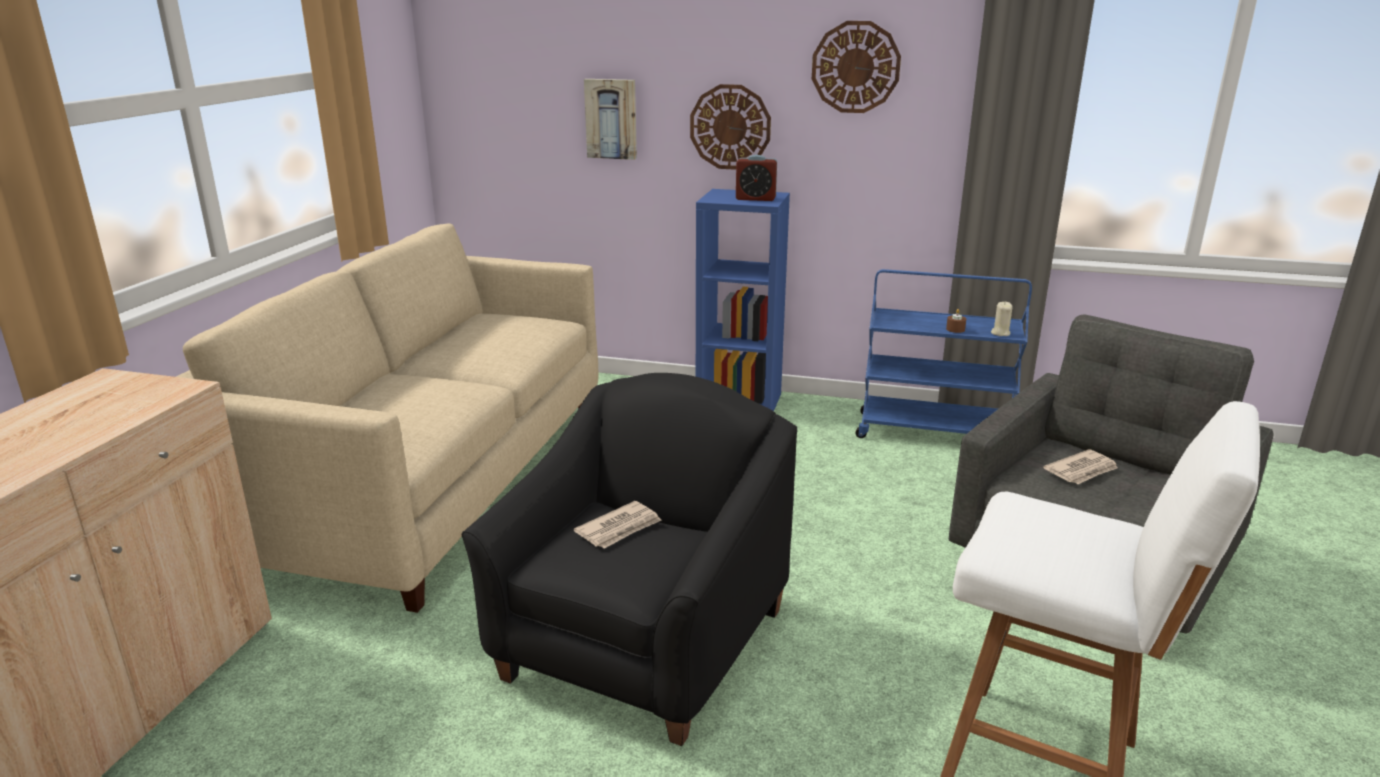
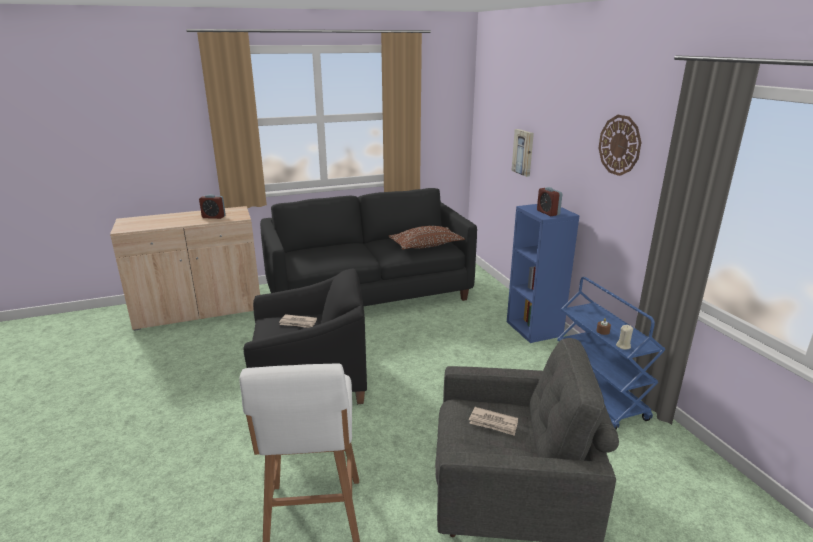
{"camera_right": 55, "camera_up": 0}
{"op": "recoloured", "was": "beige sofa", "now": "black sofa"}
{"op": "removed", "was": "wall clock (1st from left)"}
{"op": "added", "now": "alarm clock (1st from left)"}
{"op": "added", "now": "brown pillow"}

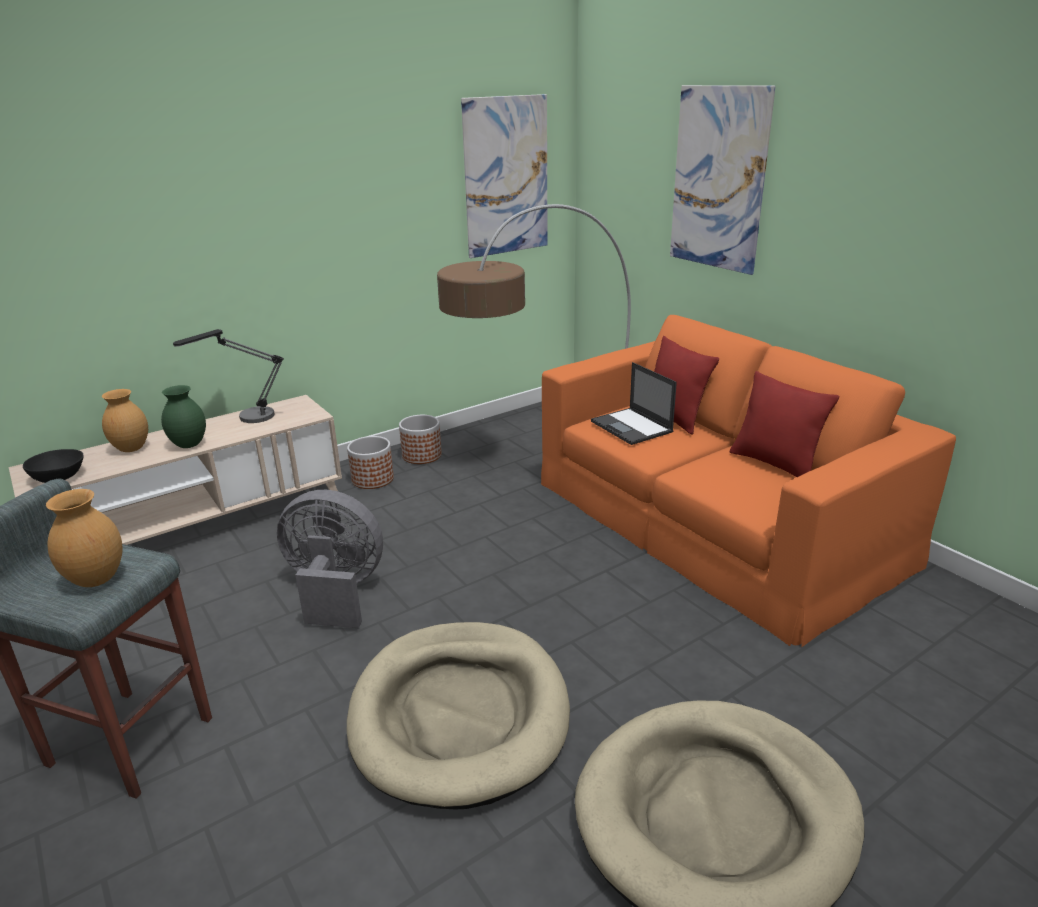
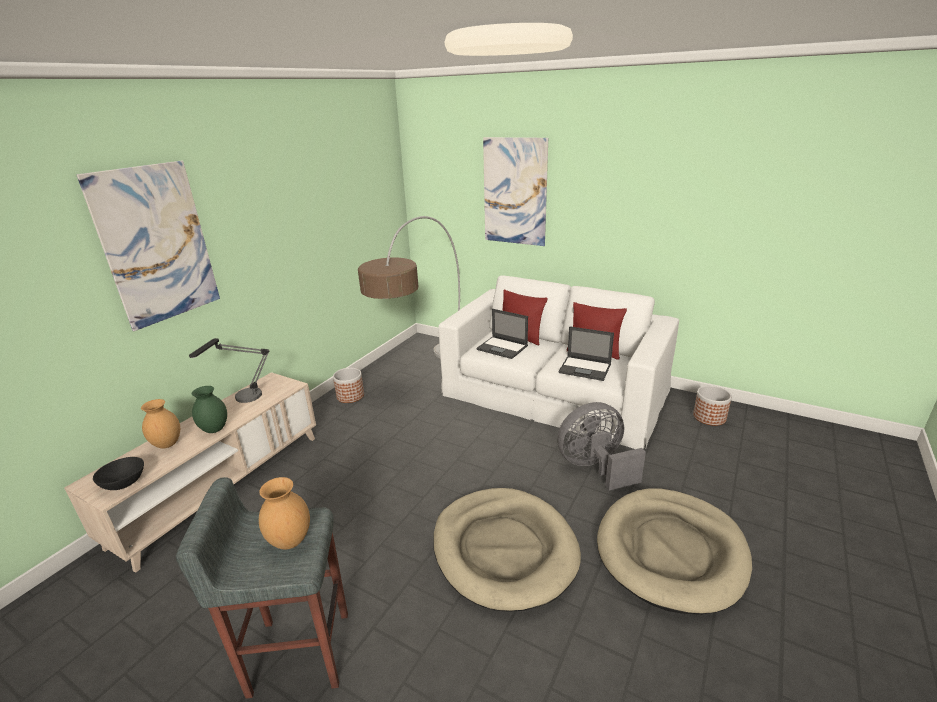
{"camera_right": -25, "camera_up": 0}
{"op": "moved", "was": "grey fan"}
{"op": "moved", "was": "planter (1st from left in the first image)", "now": "planter (2nd from left)"}
{"op": "moved", "was": "picture (1st from left)"}
{"op": "recoloured", "was": "orange sofa", "now": "white sofa"}
{"op": "added", "now": "laptop (2nd from left)"}

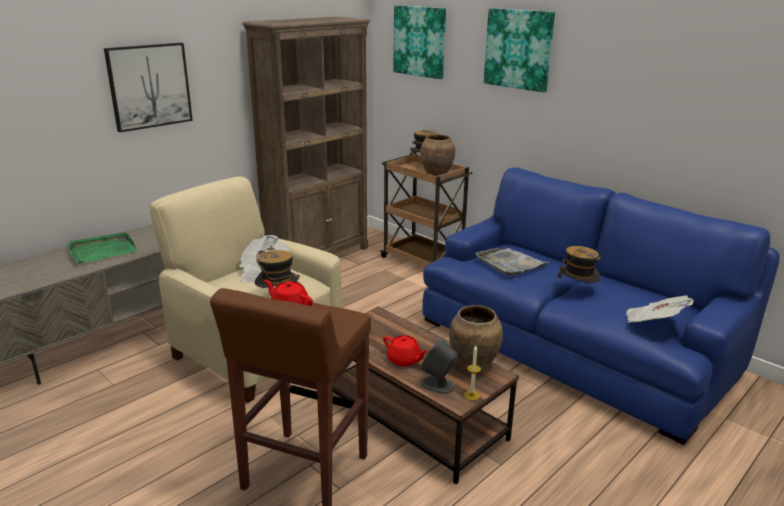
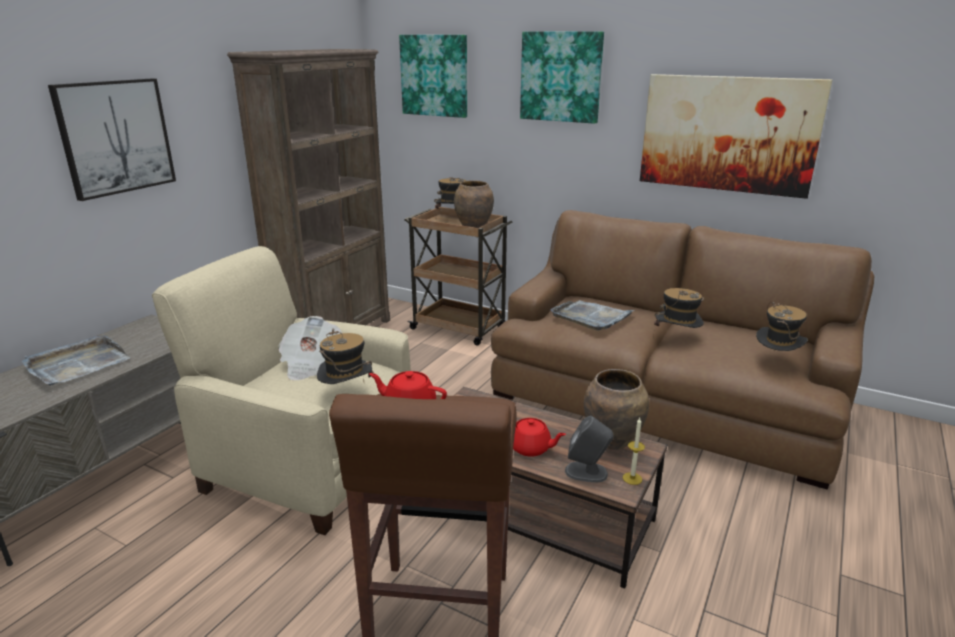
{"camera_right": -15, "camera_up": 0}
{"op": "recoloured", "was": "green tray", "now": "grey tray (1st from left)"}
{"op": "recoloured", "was": "blue sofa", "now": "brown sofa"}
{"op": "replaced", "was": "newspaper (2nd from left)", "now": "hat (4th from left)"}
{"op": "added", "now": "picture (4th from left)"}

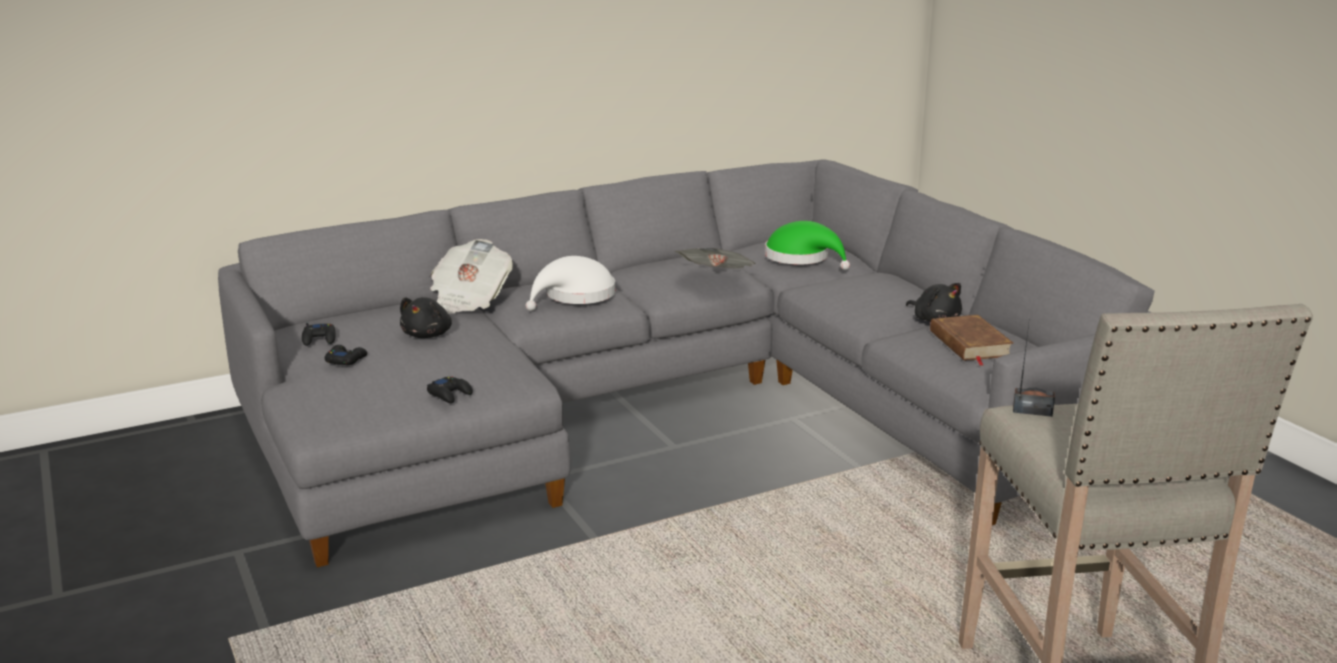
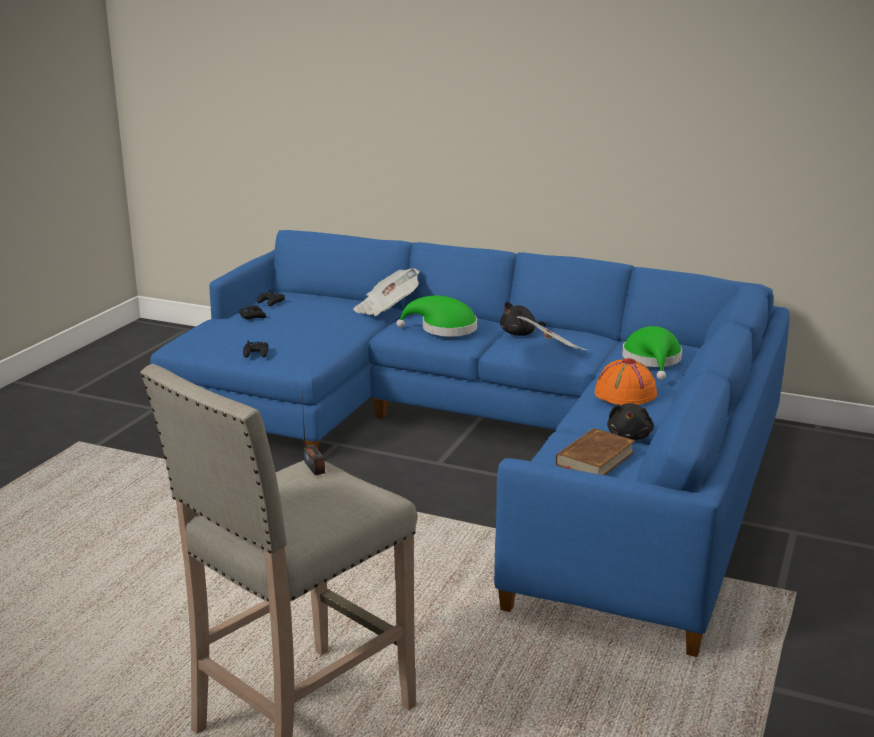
{"camera_right": 50, "camera_up": 0}
{"op": "recoloured", "was": "grey sofa", "now": "blue sofa"}
{"op": "moved", "was": "black plush toy (1st from left)"}
{"op": "recoloured", "was": "white hat", "now": "green hat (1st from left)"}
{"op": "added", "now": "orange hat"}

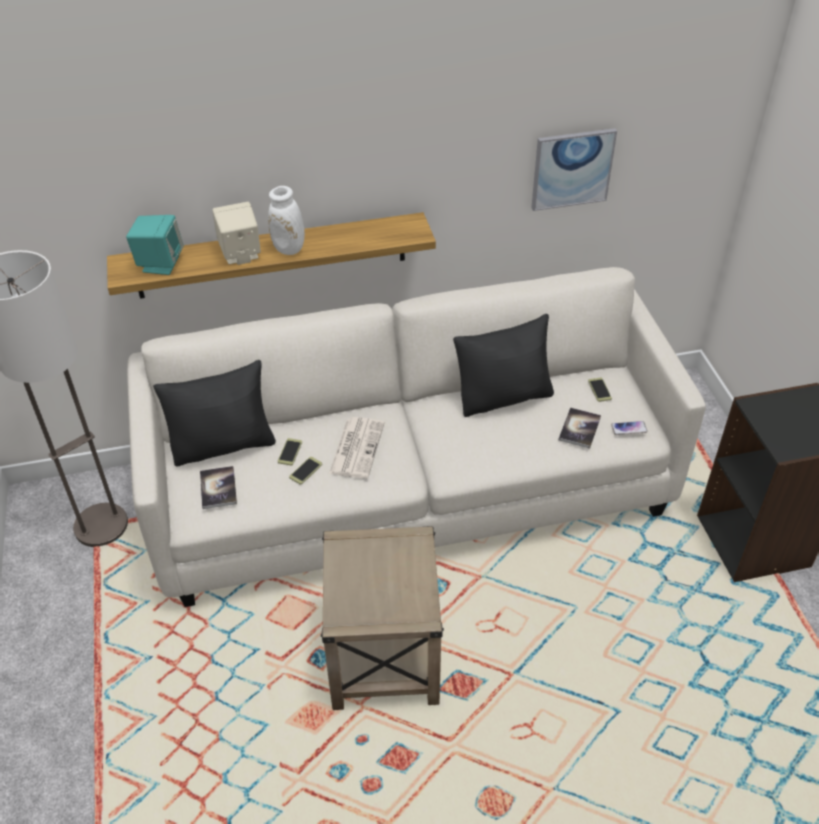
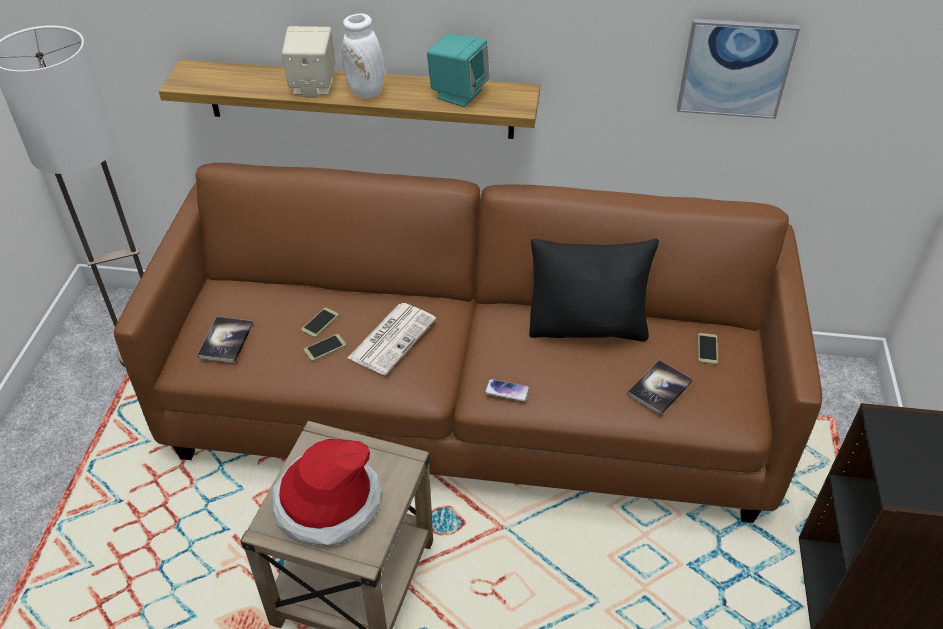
{"camera_right": 20, "camera_up": 0}
{"op": "moved", "was": "turquoise speaker"}
{"op": "recoloured", "was": "white sofa", "now": "brown sofa"}
{"op": "removed", "was": "black pillow (1st from left)"}
{"op": "moved", "was": "phone (4th from left in the first image)", "now": "phone (3rd from left)"}
{"op": "added", "now": "hat"}

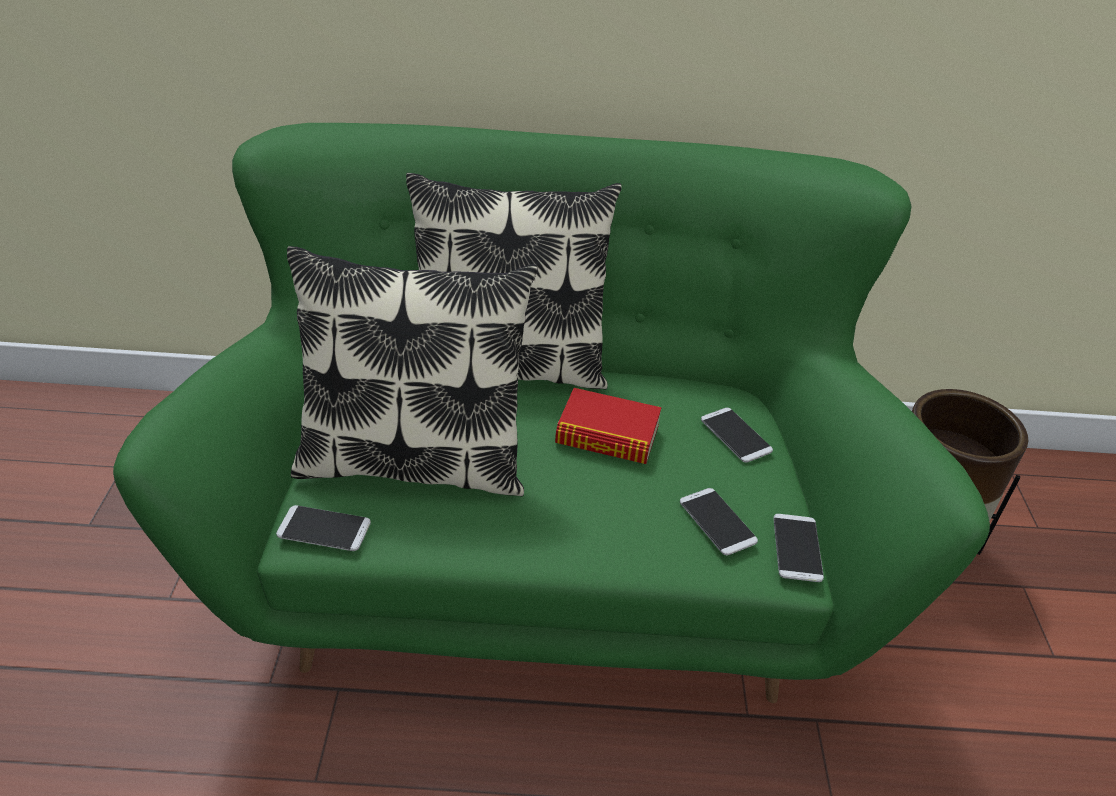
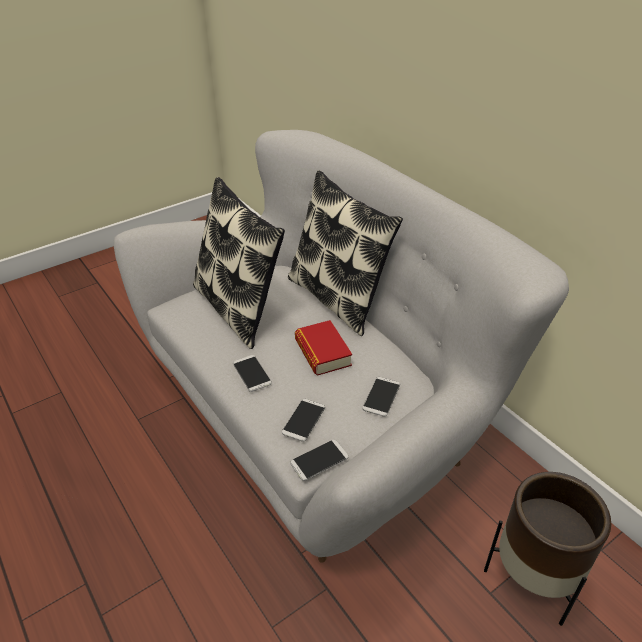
{"camera_right": 55, "camera_up": 0}
{"op": "recoloured", "was": "green sofa", "now": "white sofa"}
{"op": "moved", "was": "phone (1st from left)"}

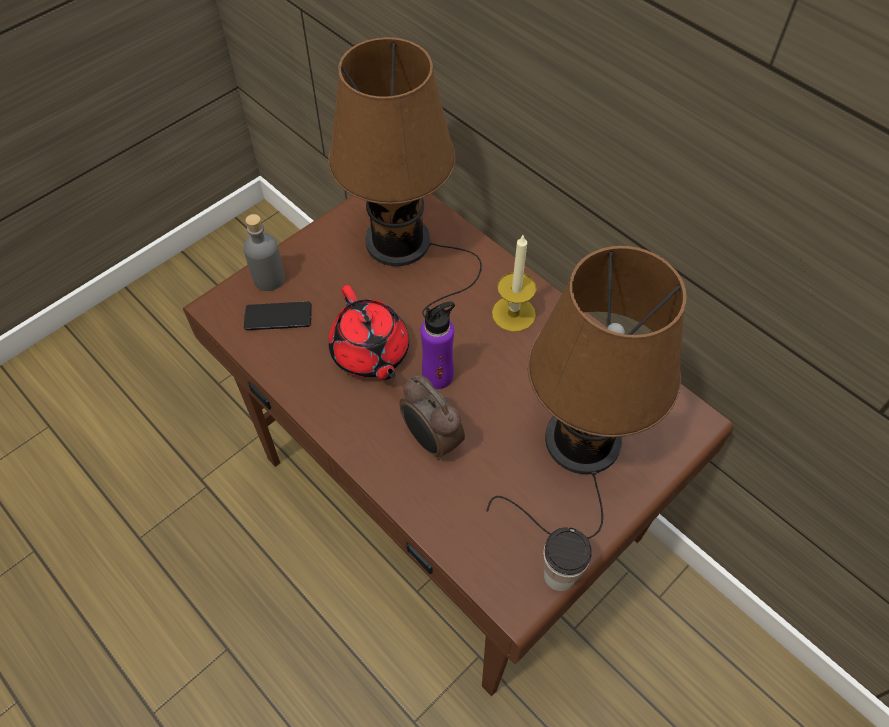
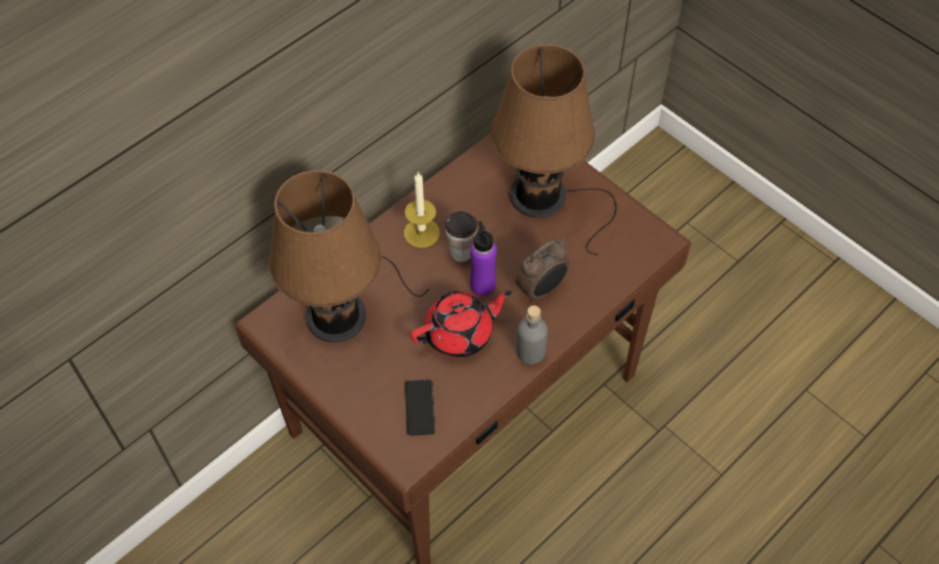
{"camera_right": -90, "camera_up": 0}
{"op": "moved", "was": "grey bottle"}
{"op": "moved", "was": "cup"}

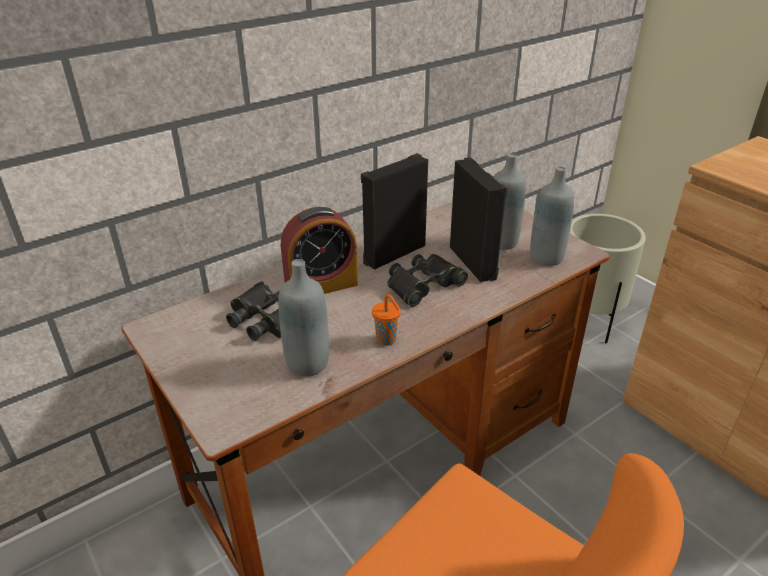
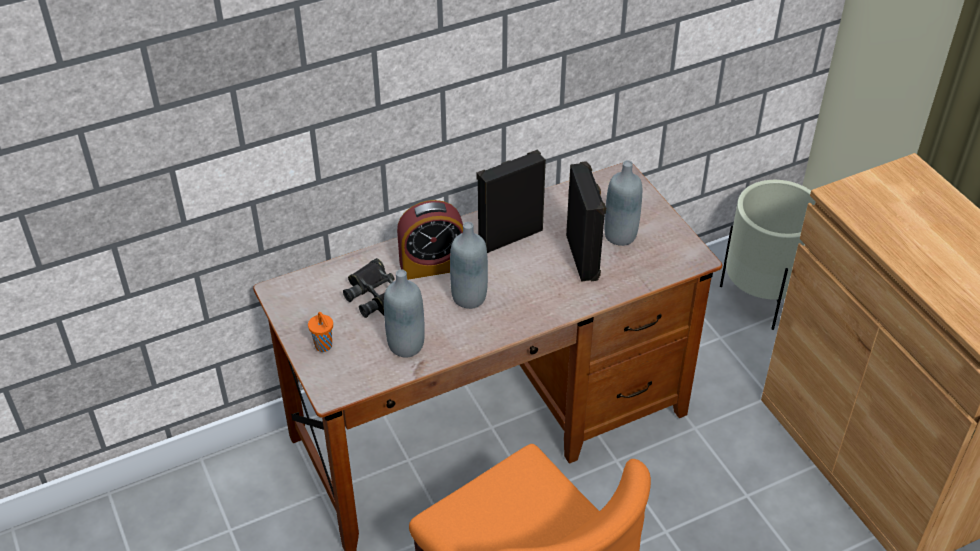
{"camera_right": 10, "camera_up": 10}
{"op": "moved", "was": "orange cup"}
{"op": "removed", "was": "black binoculars (2nd from left)"}
{"op": "moved", "was": "grey bottle (3rd from left in the first image)", "now": "grey bottle (2nd from left)"}

